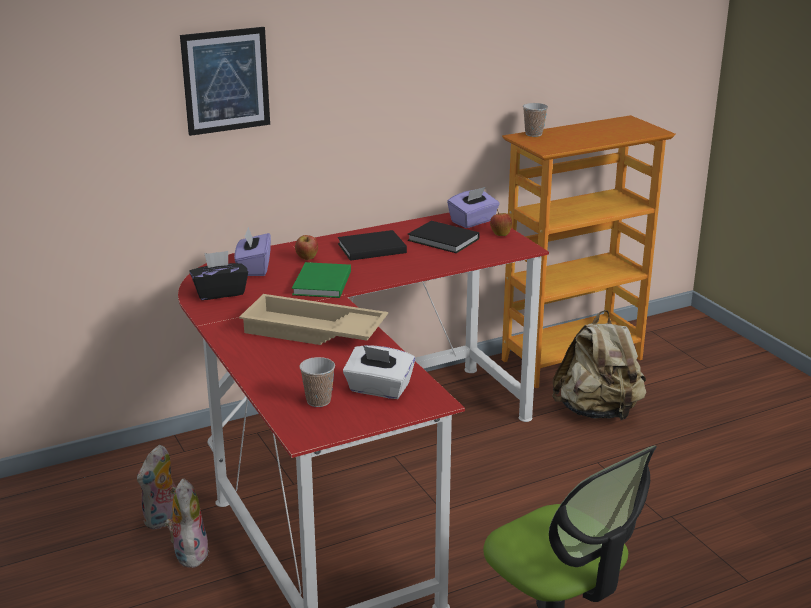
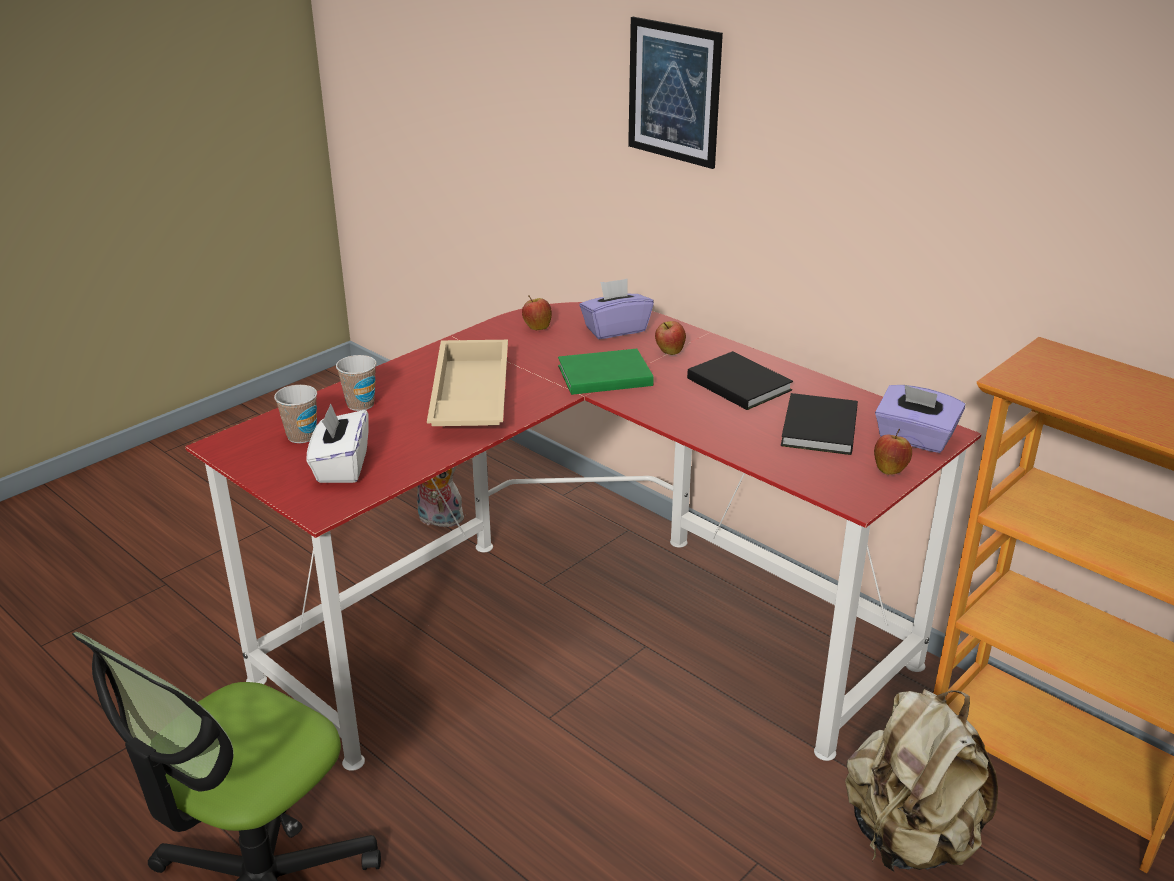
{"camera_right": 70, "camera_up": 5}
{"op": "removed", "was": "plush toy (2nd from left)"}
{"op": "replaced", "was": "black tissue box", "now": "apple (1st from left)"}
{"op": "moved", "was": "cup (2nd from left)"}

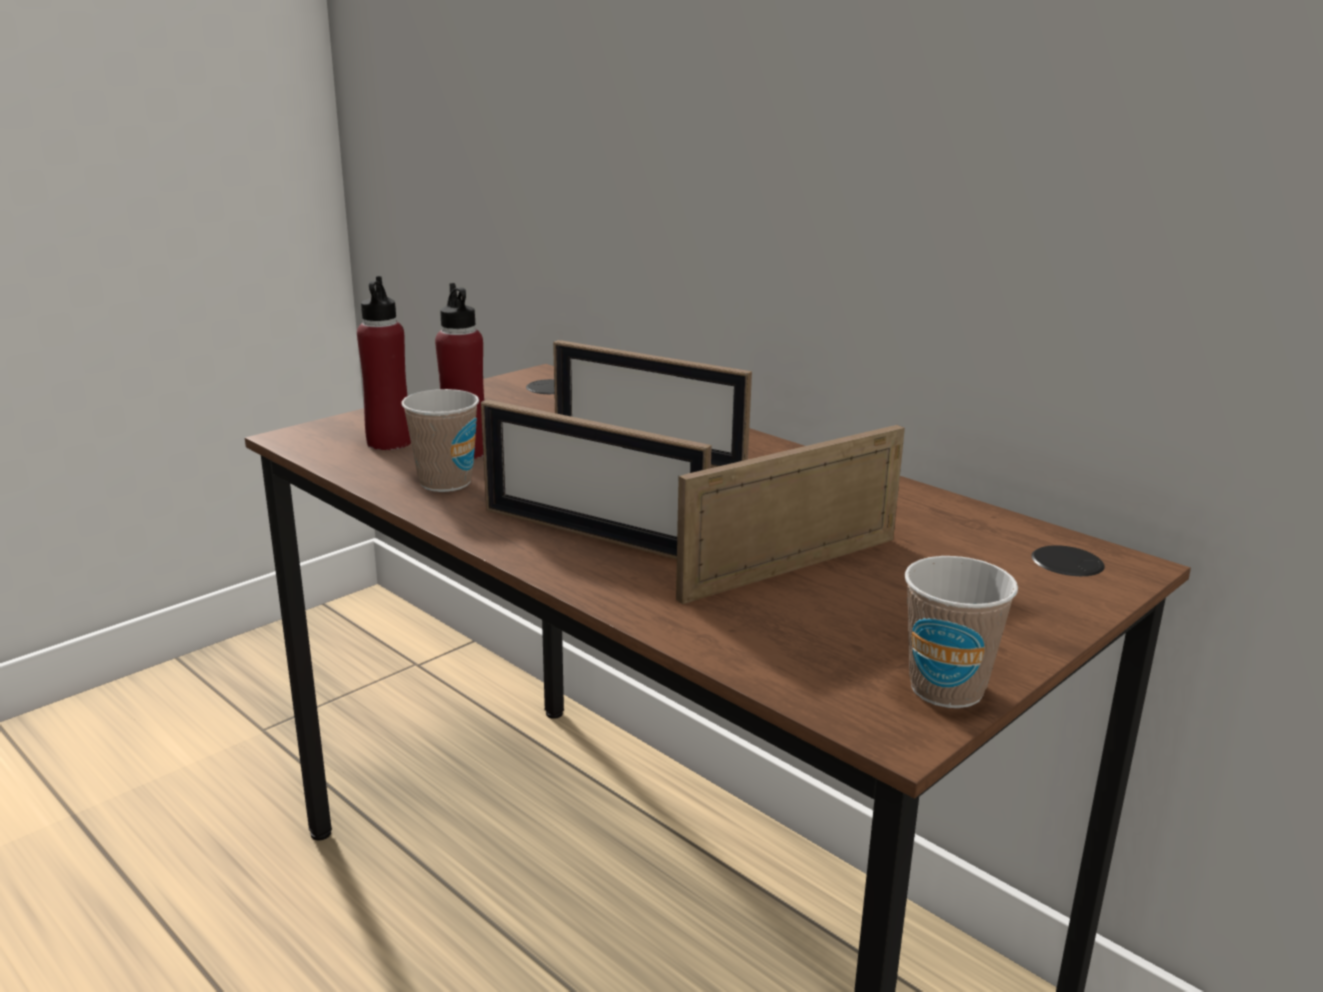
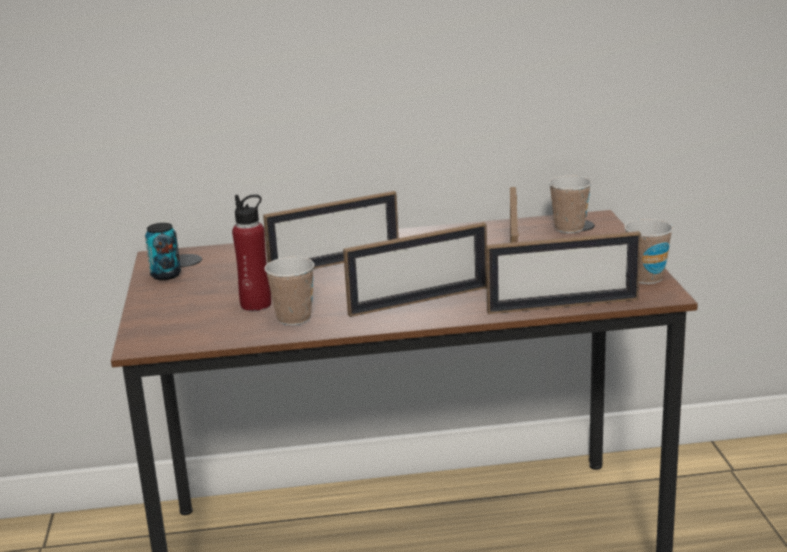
{"camera_right": -50, "camera_up": 0}
{"op": "removed", "was": "red bottle (1st from left)"}
{"op": "added", "now": "can"}
{"op": "added", "now": "picture frame (4th from left)"}
{"op": "added", "now": "cup (2nd from left)"}

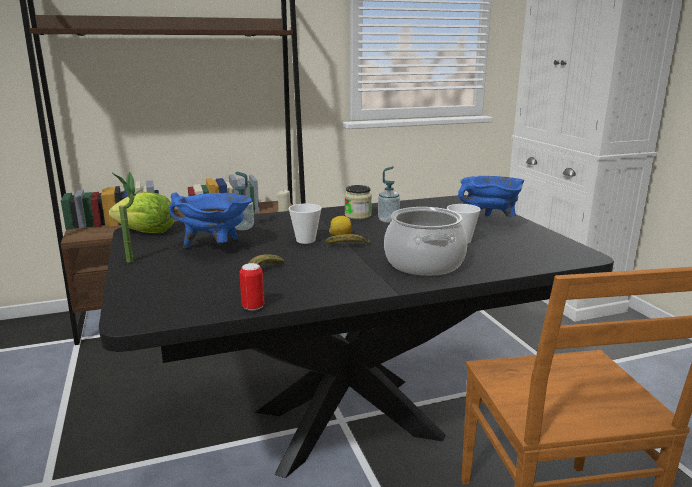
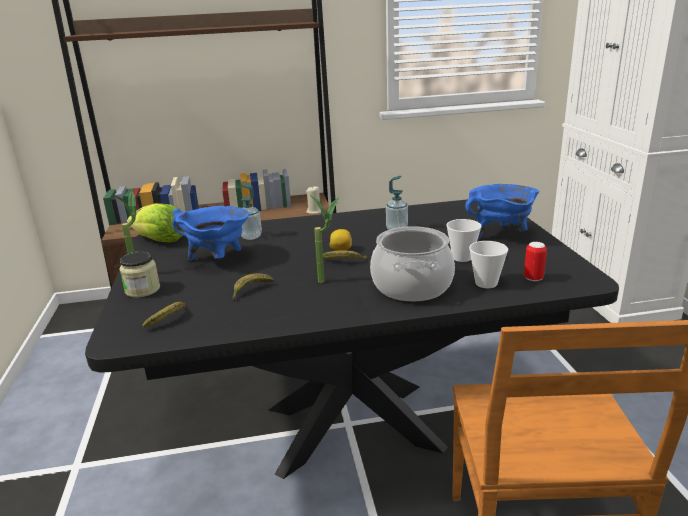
{"camera_right": 10, "camera_up": 5}
{"op": "moved", "was": "can"}
{"op": "moved", "was": "cup (1st from left in the first image)", "now": "cup (2nd from left)"}
{"op": "moved", "was": "jar"}
{"op": "added", "now": "banana (1st from left)"}
{"op": "added", "now": "potted plant (2nd from left)"}

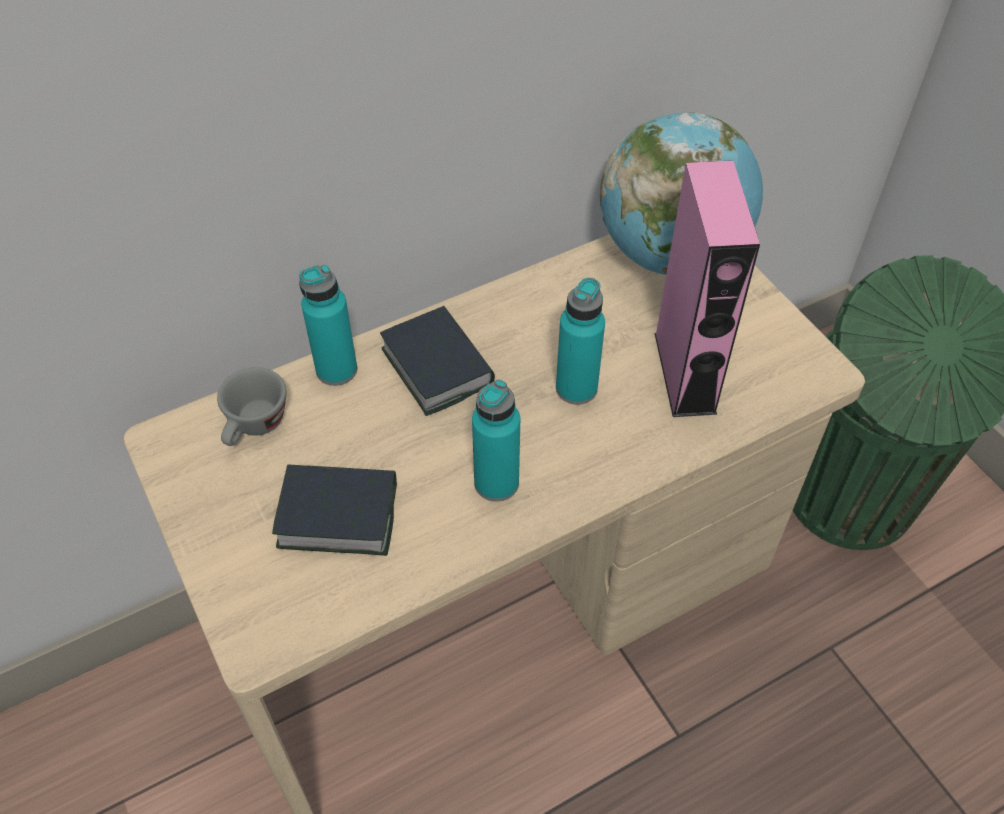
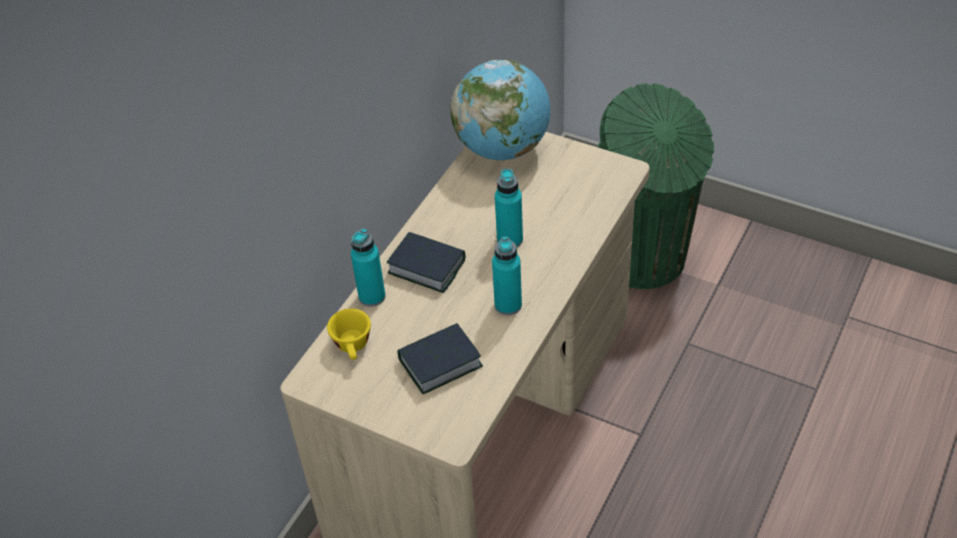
{"camera_right": -30, "camera_up": -5}
{"op": "recoloured", "was": "grey cup", "now": "yellow cup"}
{"op": "removed", "was": "pink speaker"}

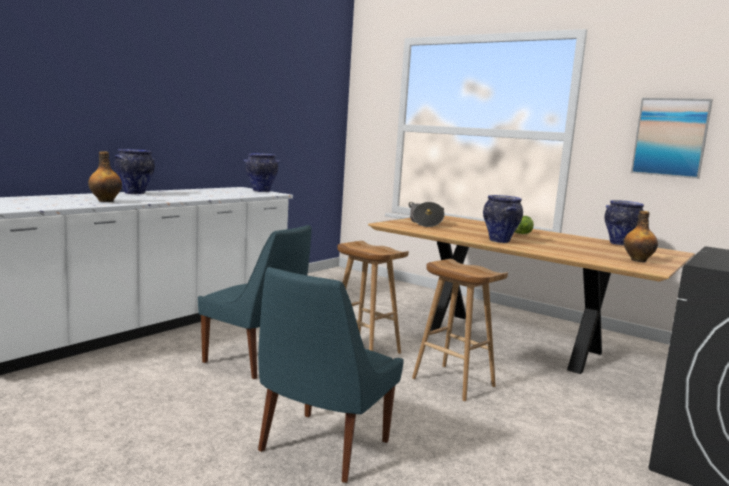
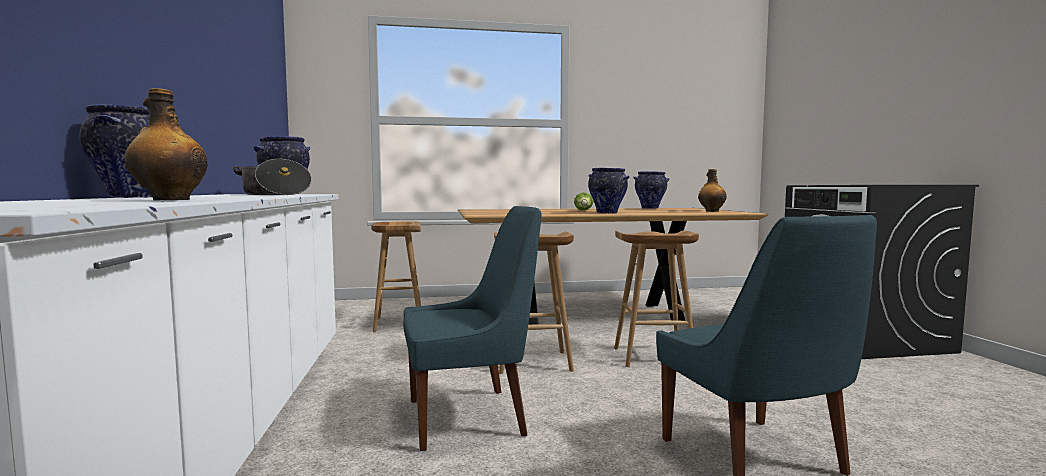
{"camera_right": -45, "camera_up": -5}
{"op": "moved", "was": "cooking pot"}
{"op": "removed", "was": "picture"}
{"op": "added", "now": "brown stool (1st from left)"}

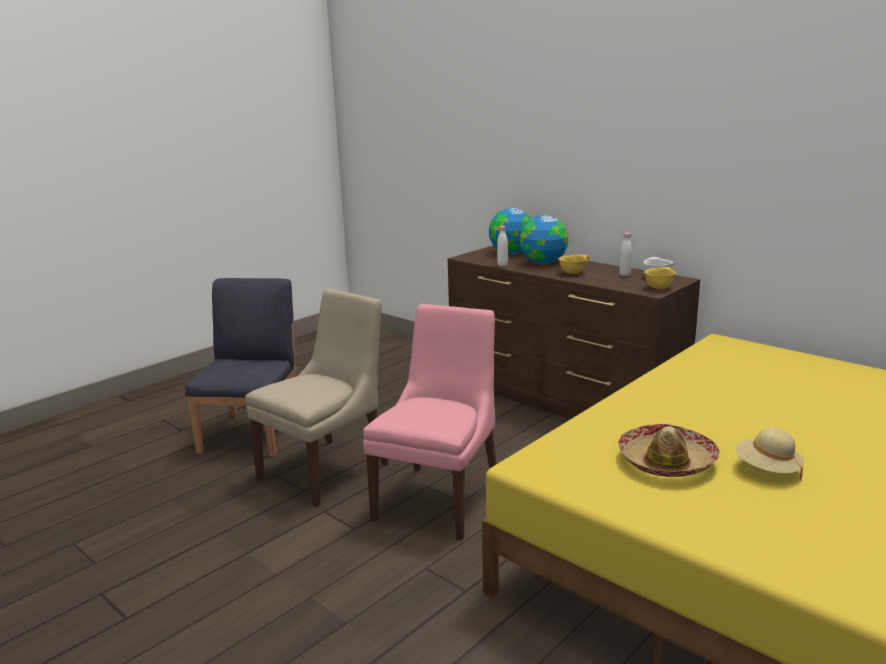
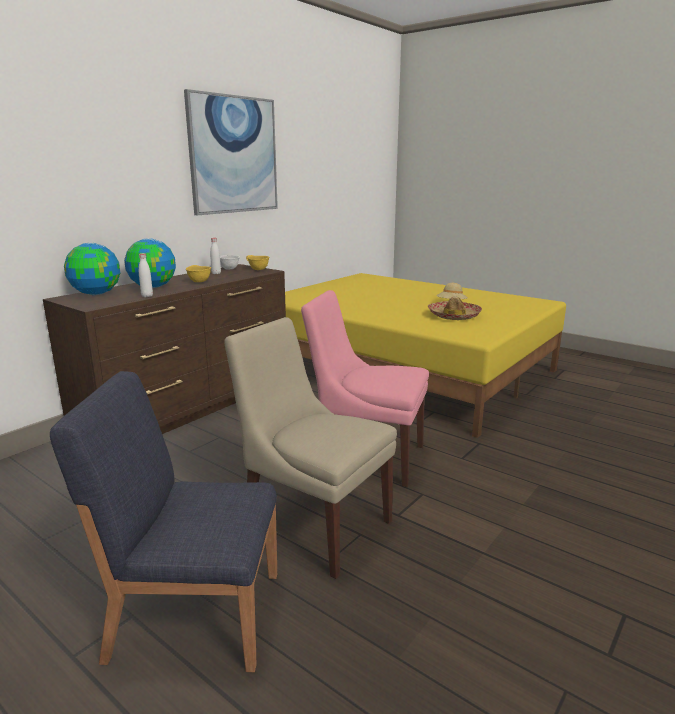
{"camera_right": -95, "camera_up": 0}
{"op": "added", "now": "picture"}

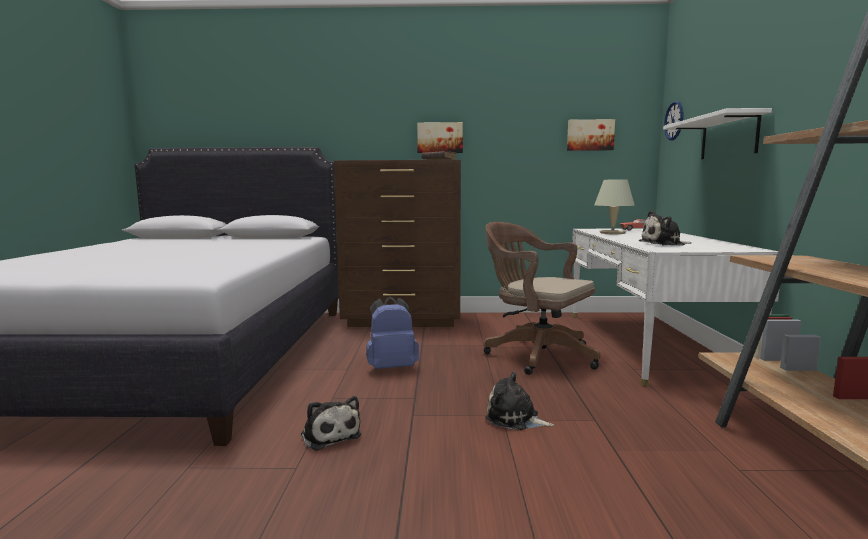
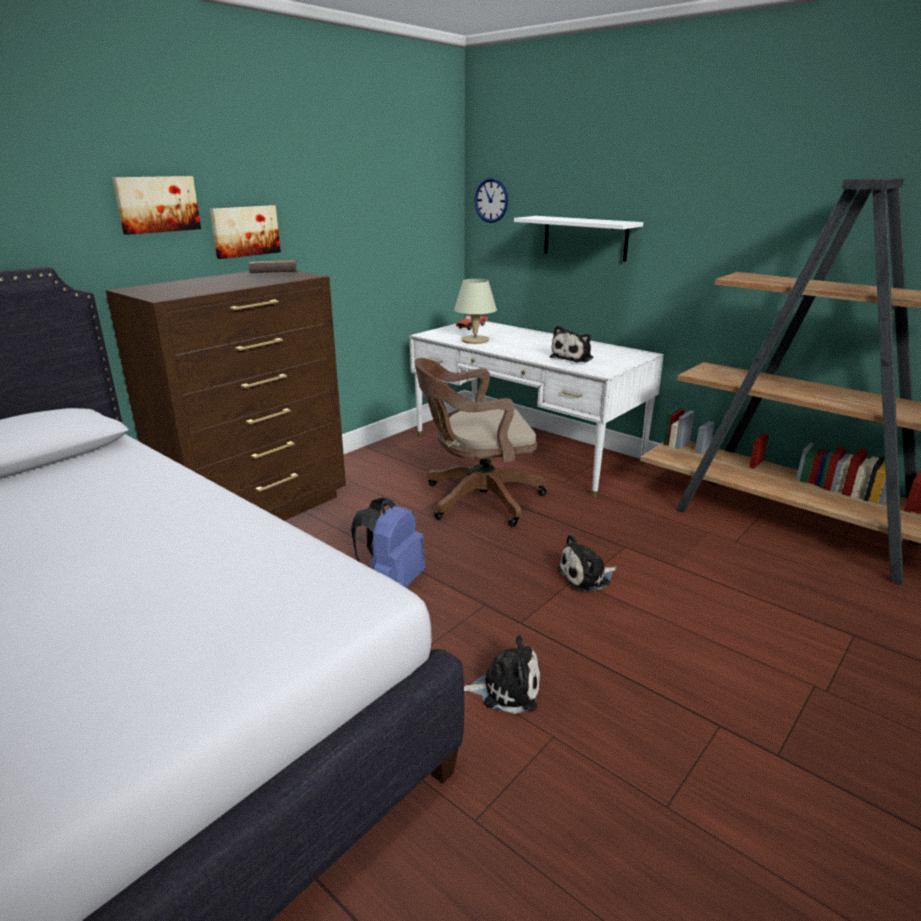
{"camera_right": -50, "camera_up": 15}
{"op": "moved", "was": "picture (2nd from left in the first image)", "now": "picture (1st from left)"}

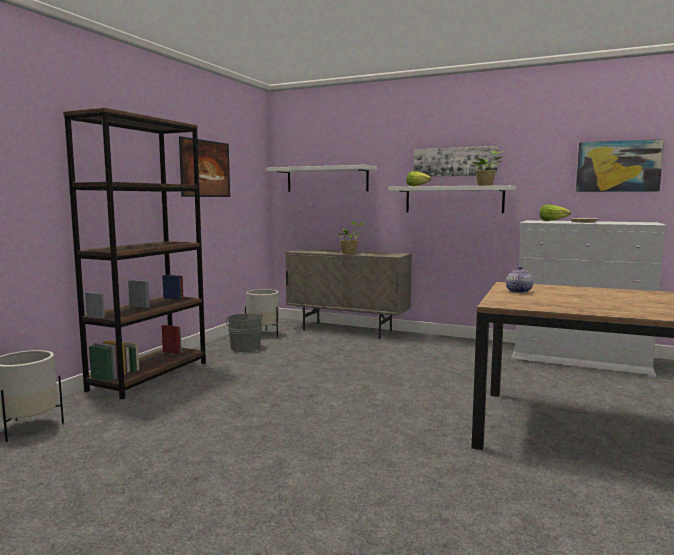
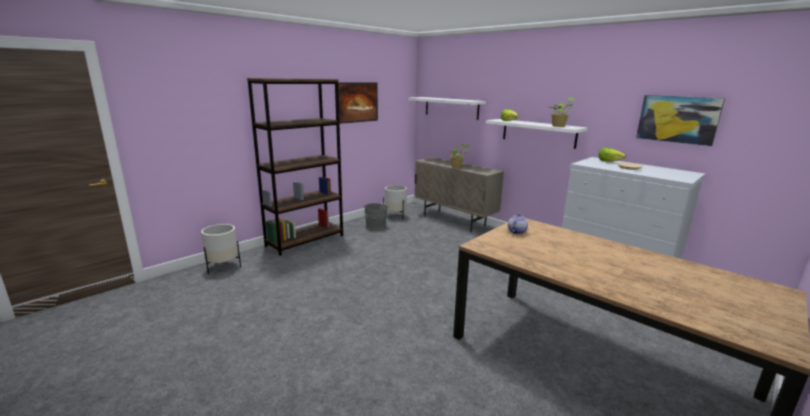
{"camera_right": 20, "camera_up": 10}
{"op": "removed", "was": "picture (2nd from left)"}

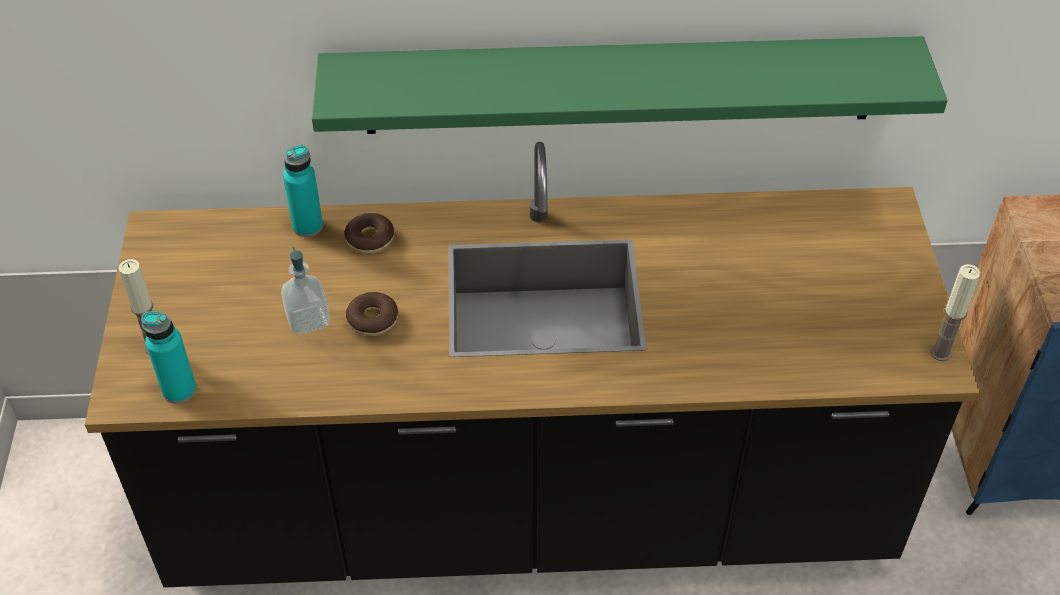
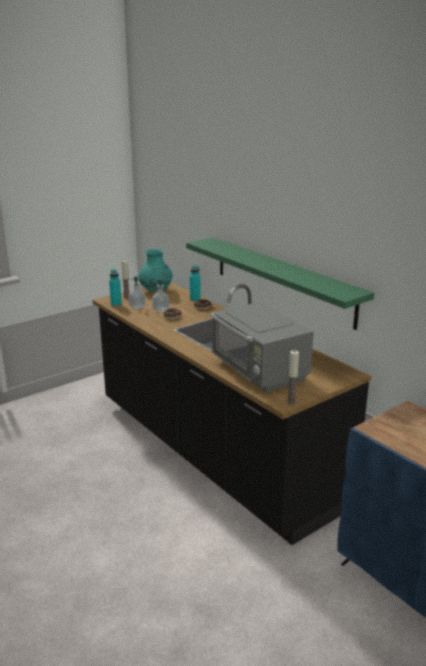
{"camera_right": 55, "camera_up": -25}
{"op": "added", "now": "soap dispenser (1st from left)"}
{"op": "added", "now": "turquoise vase"}
{"op": "added", "now": "grey microwave"}

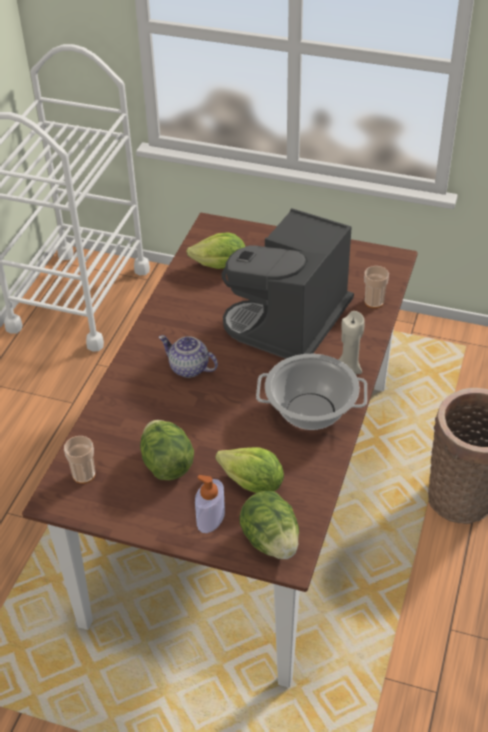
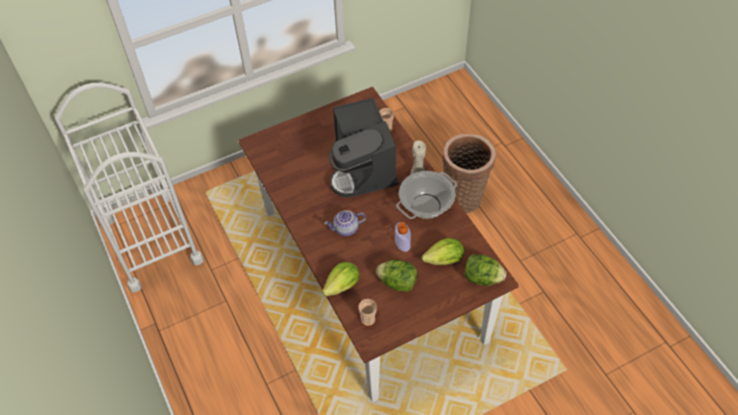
{"camera_right": -45, "camera_up": 10}
{"op": "moved", "was": "lettuce (2nd from left in the first image)", "now": "lettuce (1st from left)"}
{"op": "moved", "was": "soap dispenser"}

